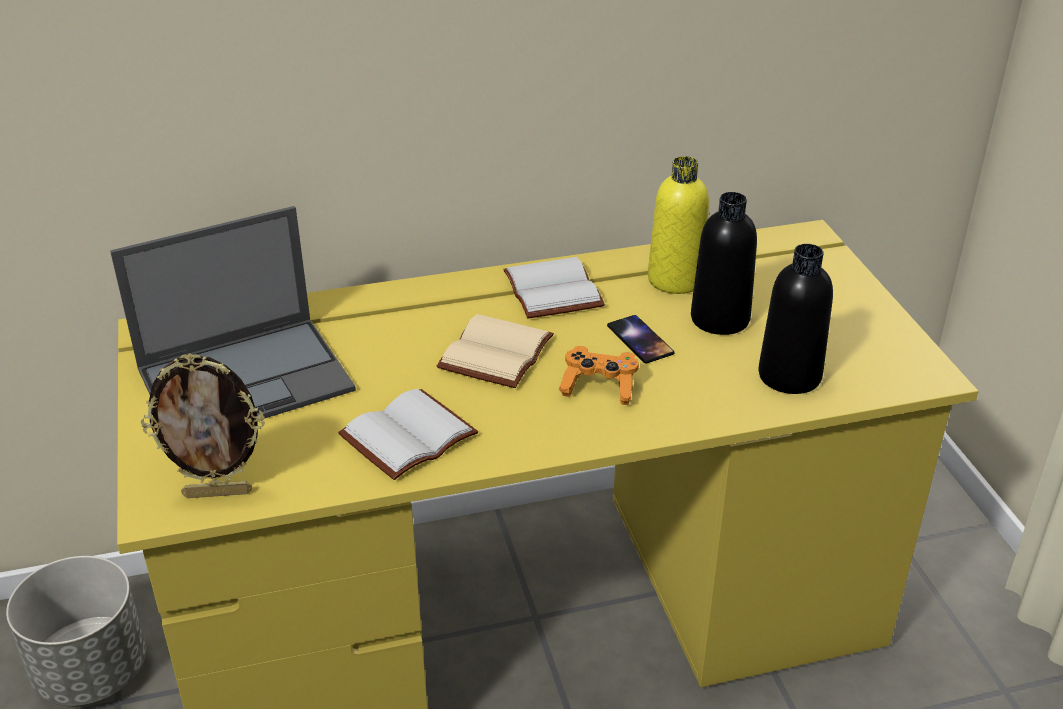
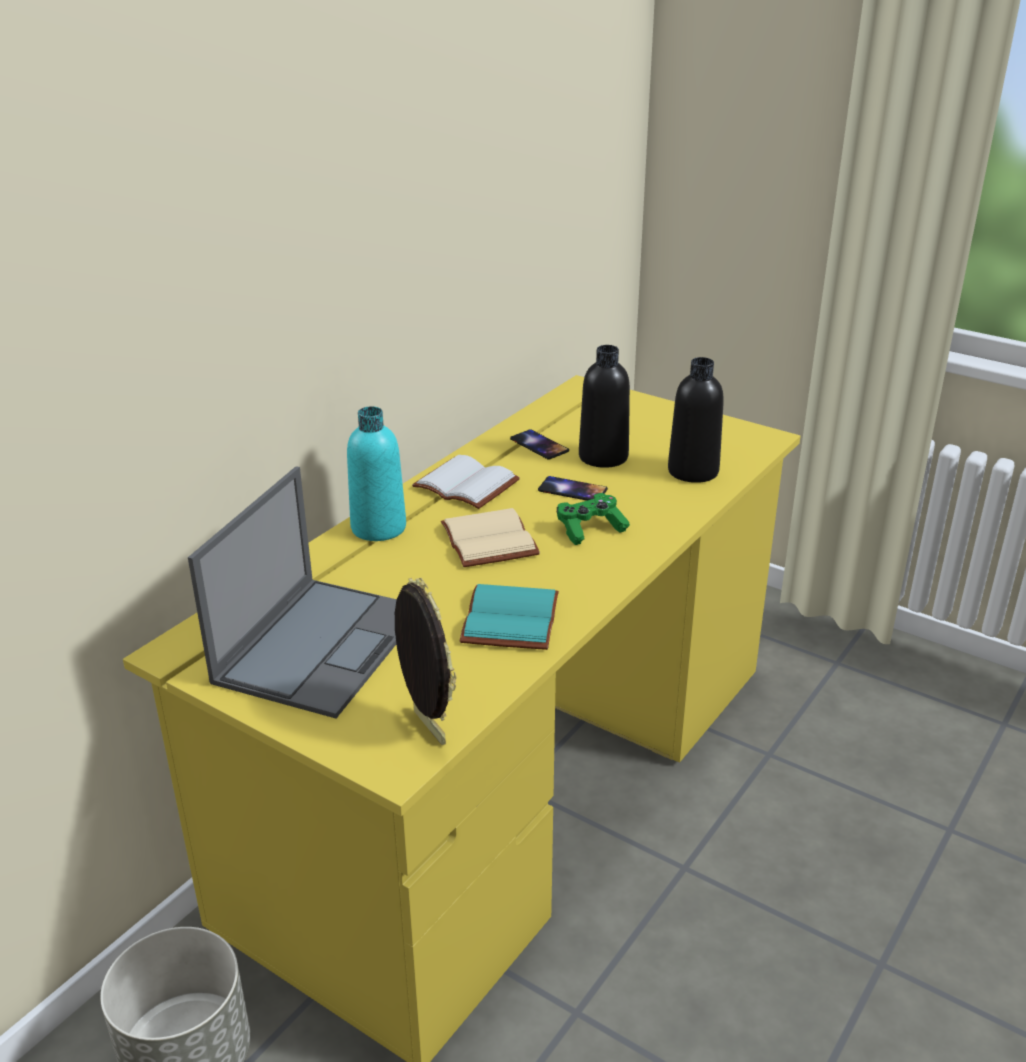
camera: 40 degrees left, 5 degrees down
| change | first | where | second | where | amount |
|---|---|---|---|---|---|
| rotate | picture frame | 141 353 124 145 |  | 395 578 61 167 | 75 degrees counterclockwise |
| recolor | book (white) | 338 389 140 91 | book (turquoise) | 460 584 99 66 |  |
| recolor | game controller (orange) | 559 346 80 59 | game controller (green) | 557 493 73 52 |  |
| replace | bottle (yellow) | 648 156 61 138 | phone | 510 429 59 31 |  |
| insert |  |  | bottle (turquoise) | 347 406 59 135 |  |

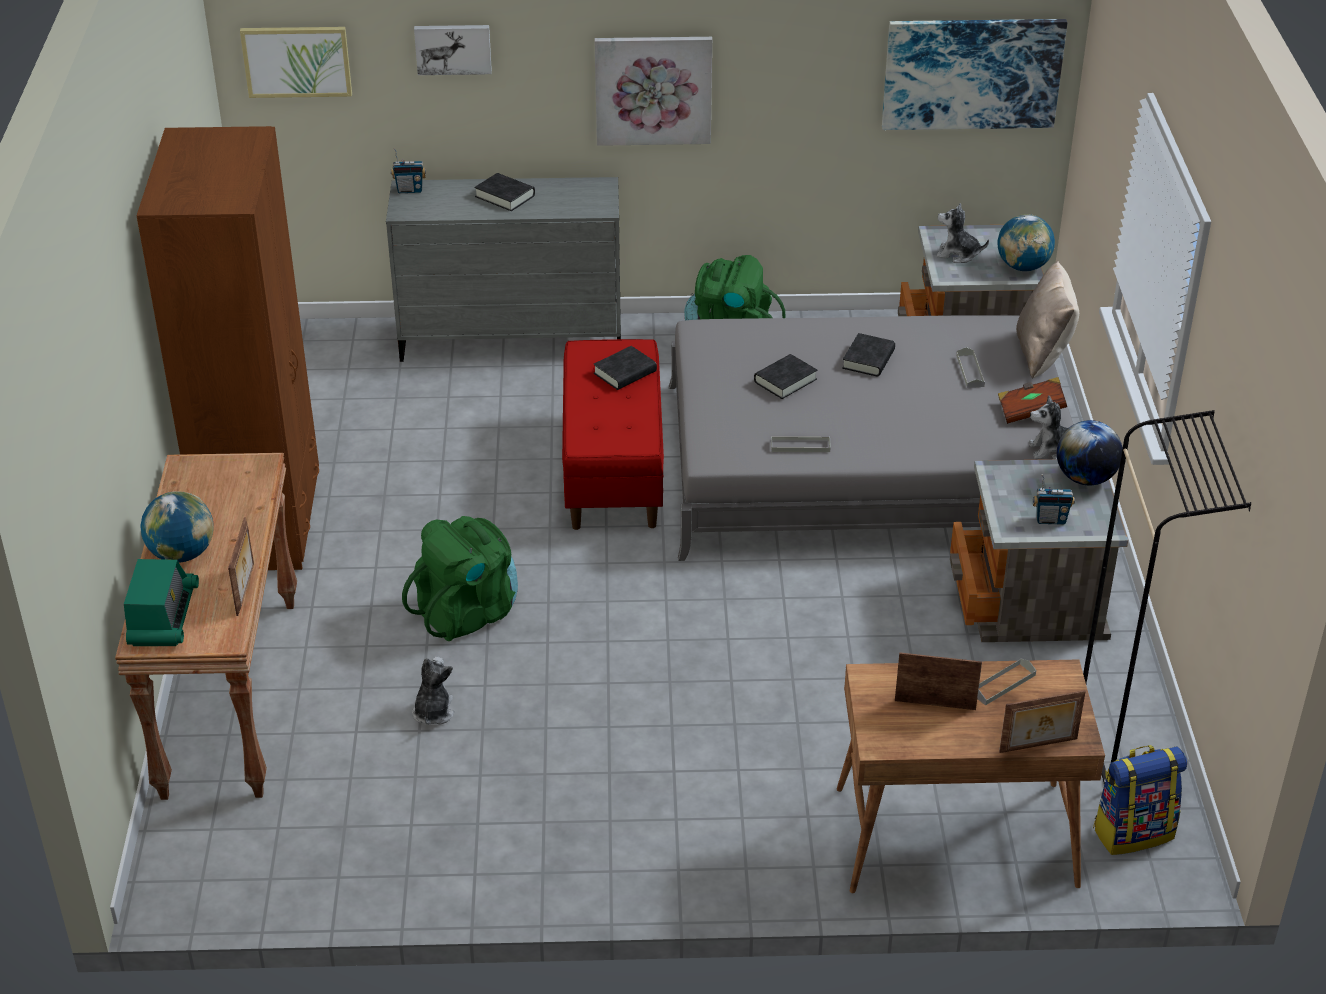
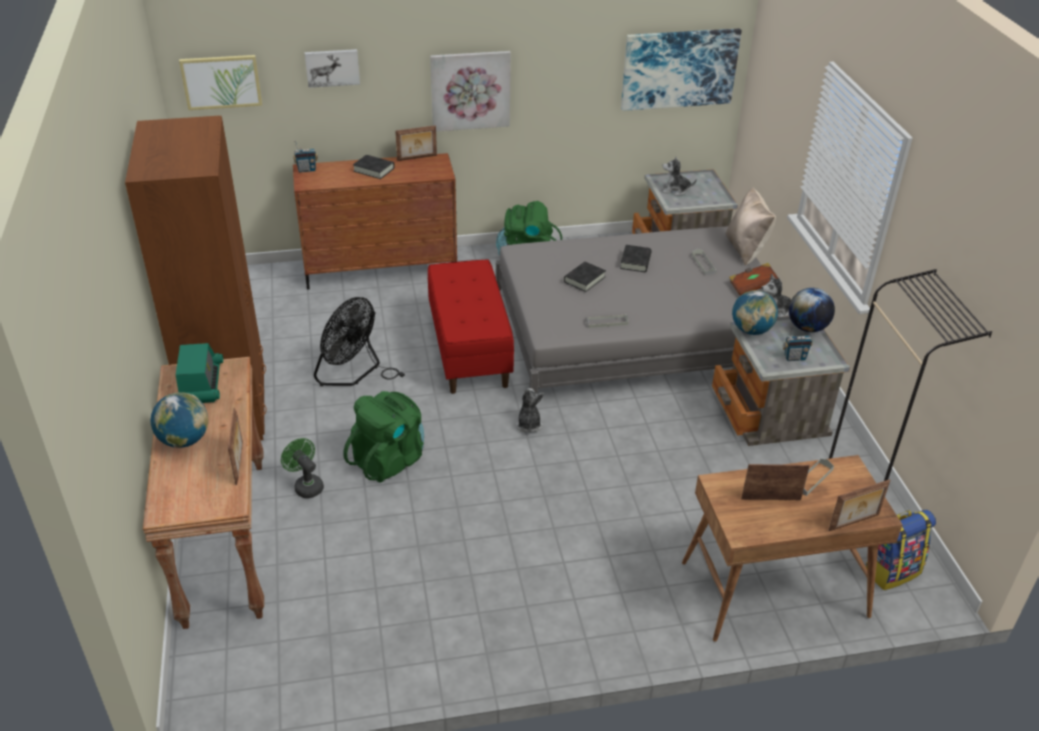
camera: 10 degrees left, 0 degrees up
| change | first | where | second | where | amount |
|---|---|---|---|---|---|
| move | radio | 124 559 75 87 |  | 176 343 47 60 |  |
| recolor | dresser (grey) | 386 177 235 185 | dresser (brown) | 293 153 164 137 |  |
| move | plush toy | 412 657 42 68 |  | 515 388 29 44 |  |
| delete | book (black) | 593 346 64 44 |  |  |  |
| move | globe | 998 214 57 57 |  | 732 290 46 45 |  |
| insert |  |  | fan (green) | 281 438 43 60 |  |
| insert |  |  | fan (black) | 314 297 91 89 |  |
| insert |  |  | picture frame | 395 125 42 36 |  |

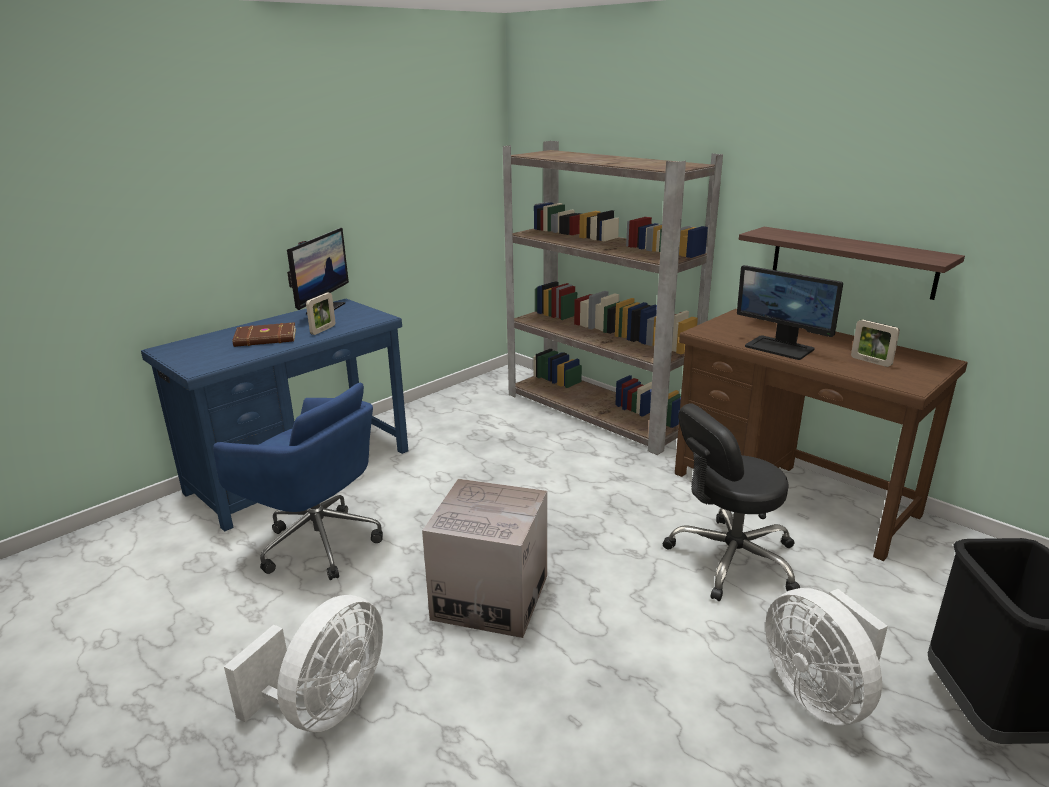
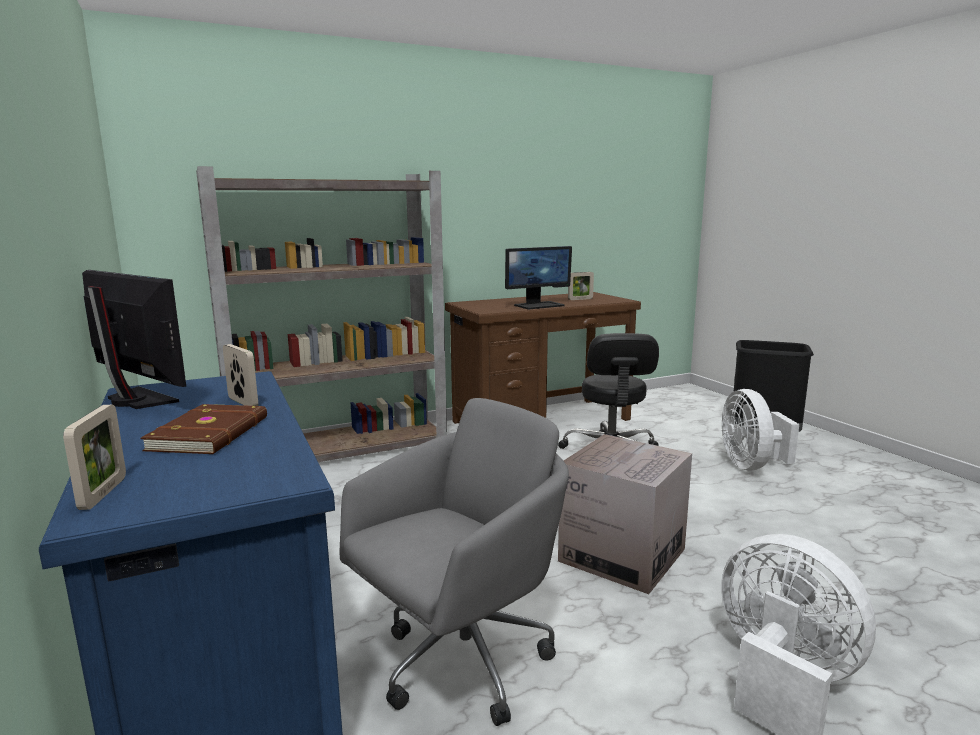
camera: 70 degrees left, 10 degrees down
| change | first | where | second | where | amount |
|---|---|---|---|---|---|
| recolor | office chair (blue) | 213 383 170 197 | office chair (grey) | 340 398 229 328 |  |
| delete | shelf | 739 227 226 73 |  |  |  |
| rotate | fan (white) | 765 588 123 137 |  | 722 389 77 82 | 90 degrees clockwise |
| insert |  |  | picture frame | 63 405 63 105 |  |

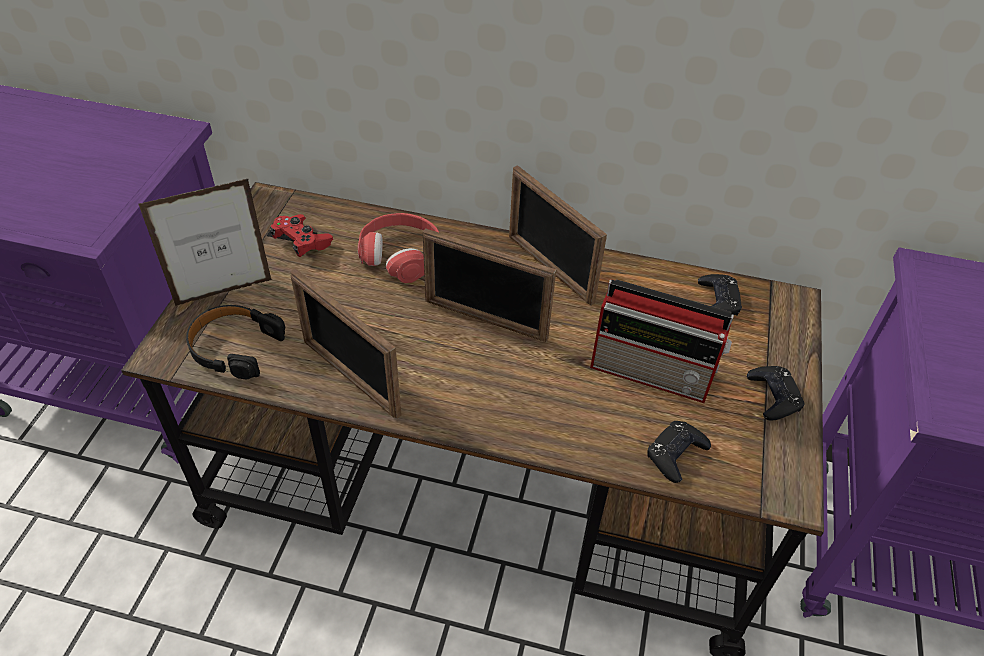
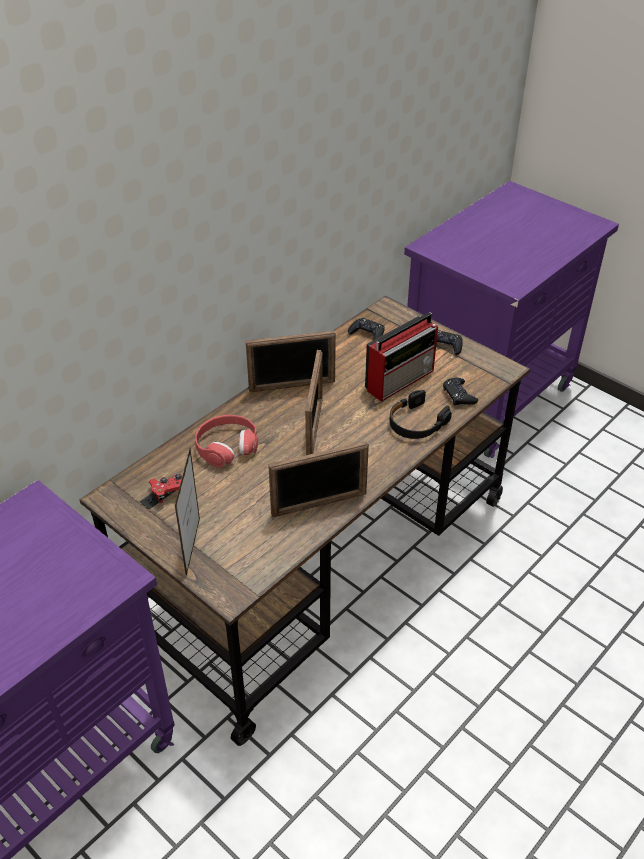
camera: 60 degrees left, 5 degrees down
| change | first | where | second | where | amount |
|---|---|---|---|---|---|
| move | headphones (black) | 186 305 99 74 |  | 389 390 63 49 |  |
| rotate | picture frame | 423 228 134 114 |  | 305 350 18 105 | 45 degrees counterclockwise |

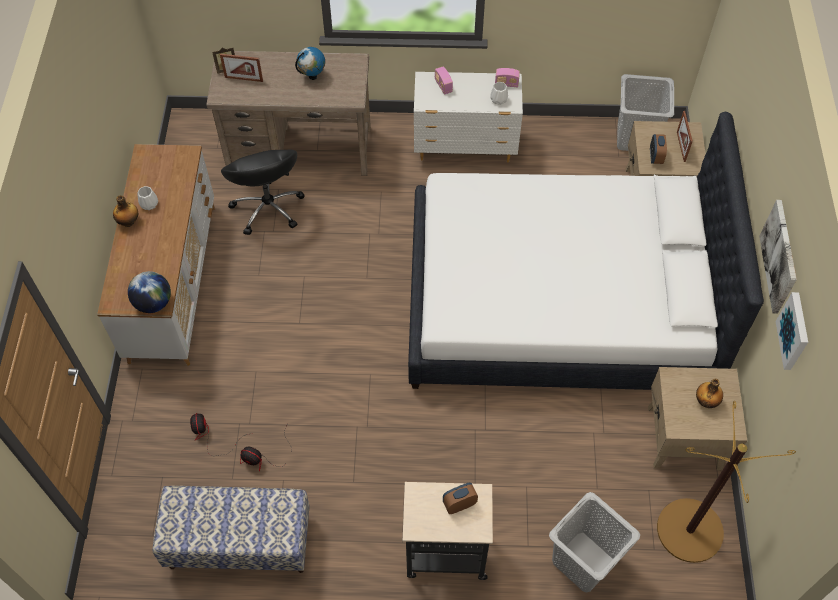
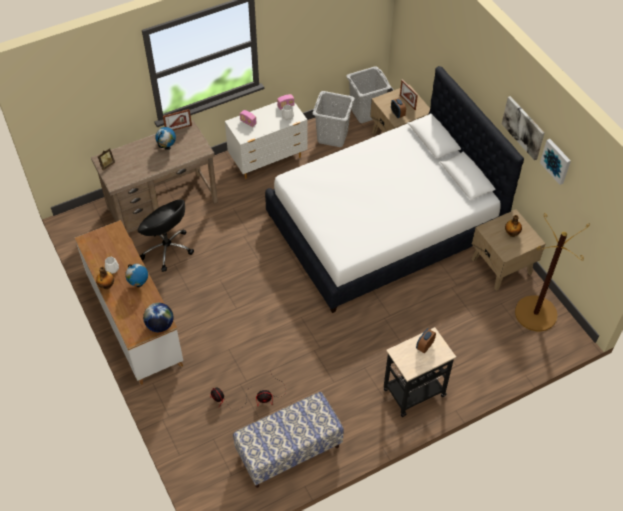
camera: 30 degrees left, 5 degrees down
| change | first | where | second | where | amount |
|---|---|---|---|---|---|
| move | picture frame | 220 54 43 28 |  | 163 109 29 22 |  |
| move | laundry basket (grey) | 549 492 91 100 |  | 313 91 42 56 |  |
| insert |  |  | globe | 125 264 23 23 |  |

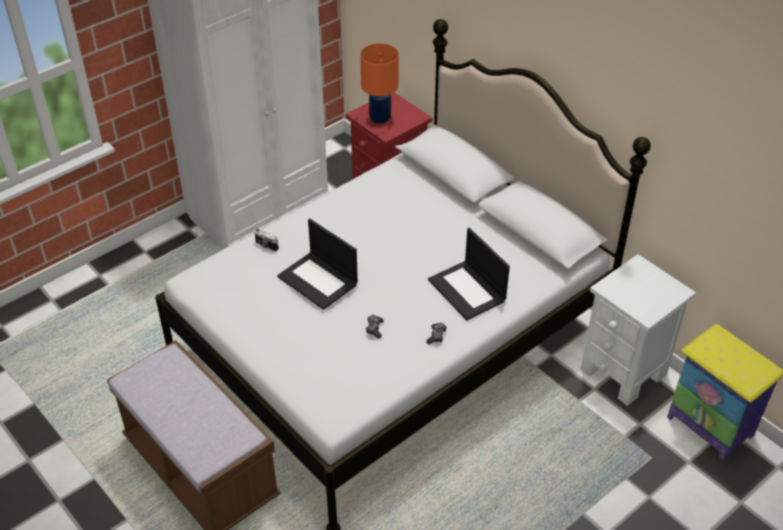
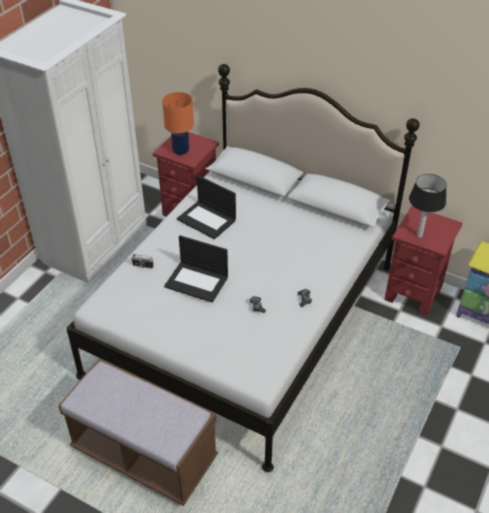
camera: 20 degrees left, 0 degrees up
| change | first | where | second | where | amount |
|---|---|---|---|---|---|
| move | laptop | 428 228 82 92 |  | 177 175 59 64 |  |
| recolor | nightstand (white) | 580 254 116 152 | nightstand (red) | 384 206 78 110 |  |
| insert |  |  | table lamp | 409 174 38 64 |  |

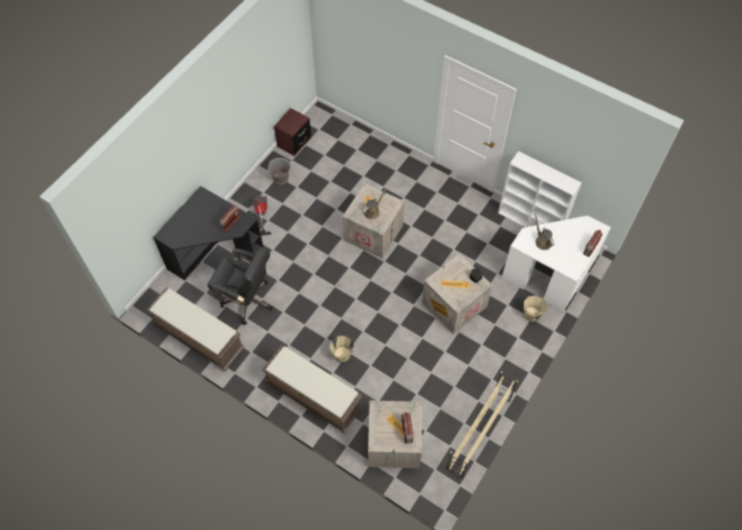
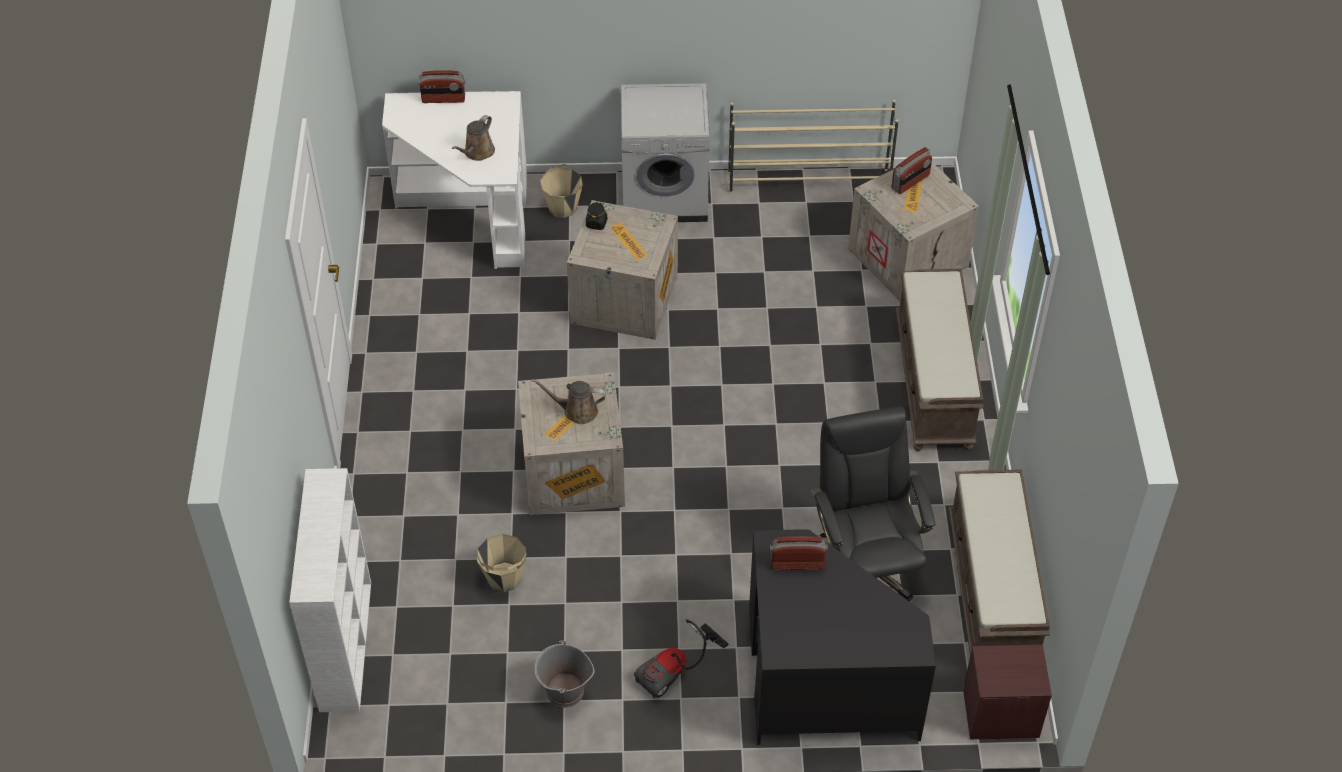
camera: 125 degrees left, 10 degrees down
| change | first | where | second | where | amount |
|---|---|---|---|---|---|
| move | nightstand (brown) | 274 108 37 48 |  | 963 645 89 94 |  |
| move | bucket (beige) | 329 335 25 27 |  | 477 534 49 58 |  |
| move | bookcase (white) | 498 151 84 76 |  | 289 468 82 244 |  |
| insert |  |  | washing machine (white) | 621 83 89 139 |  |

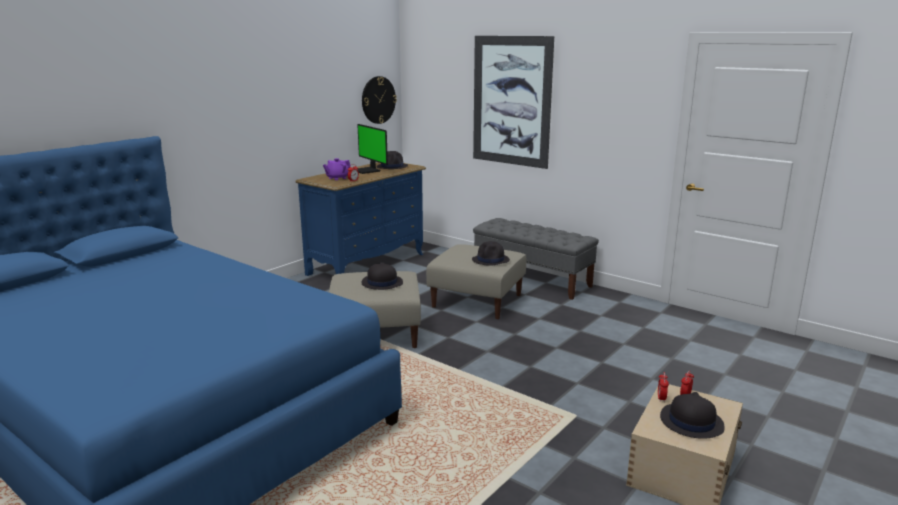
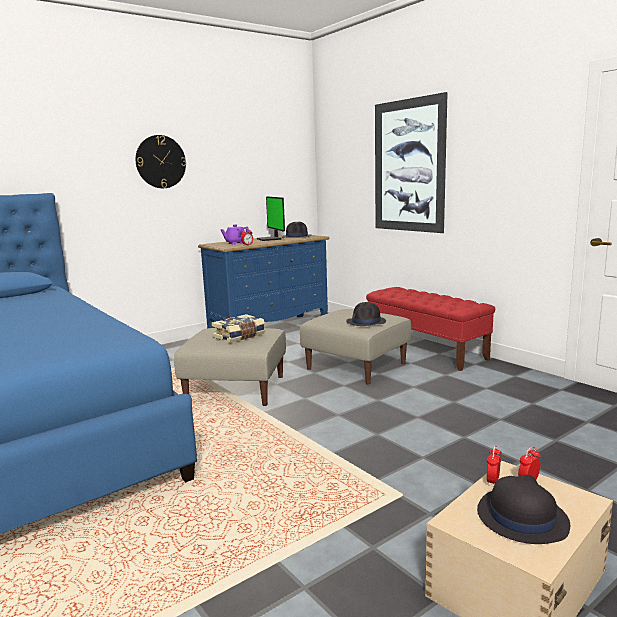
camera: 15 degrees right, 5 degrees down
| change | first | where | second | where | amount |
|---|---|---|---|---|---|
| replace | hat (black) | 361 262 42 28 | book | 212 314 53 29 |  |
| move | wall clock | 362 76 35 48 |  | 136 135 50 53 |  |
| recolor | bench (grey) | 473 218 126 82 | bench (red) | 366 287 129 84 |  |

